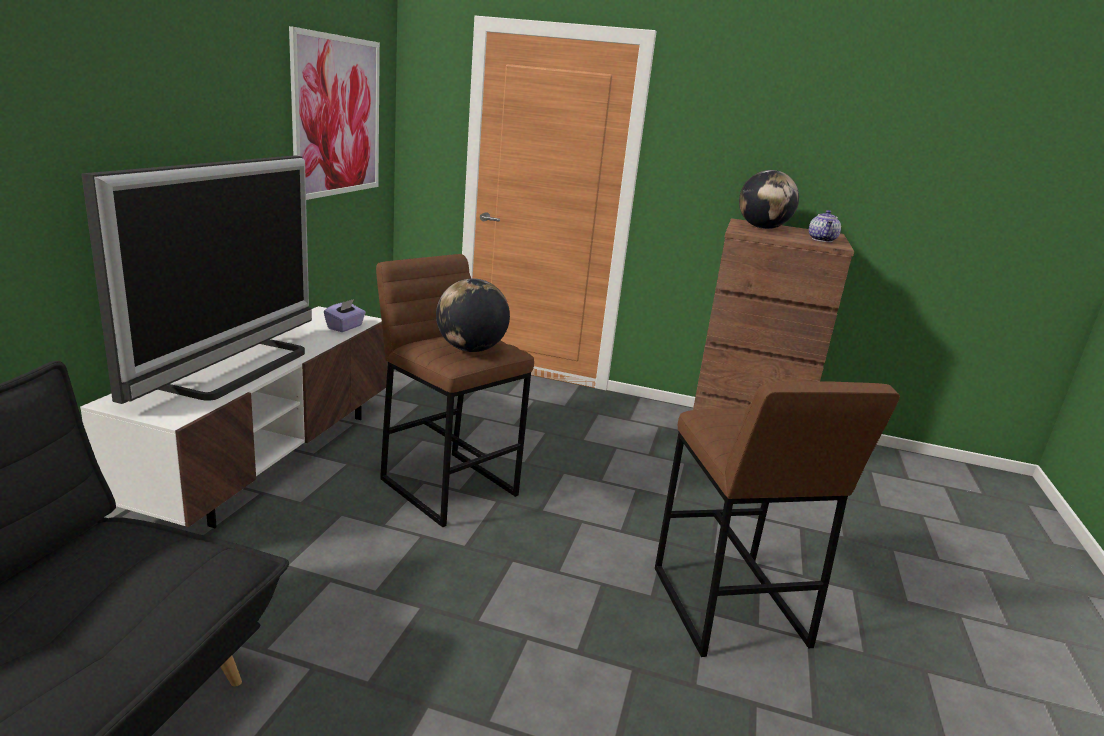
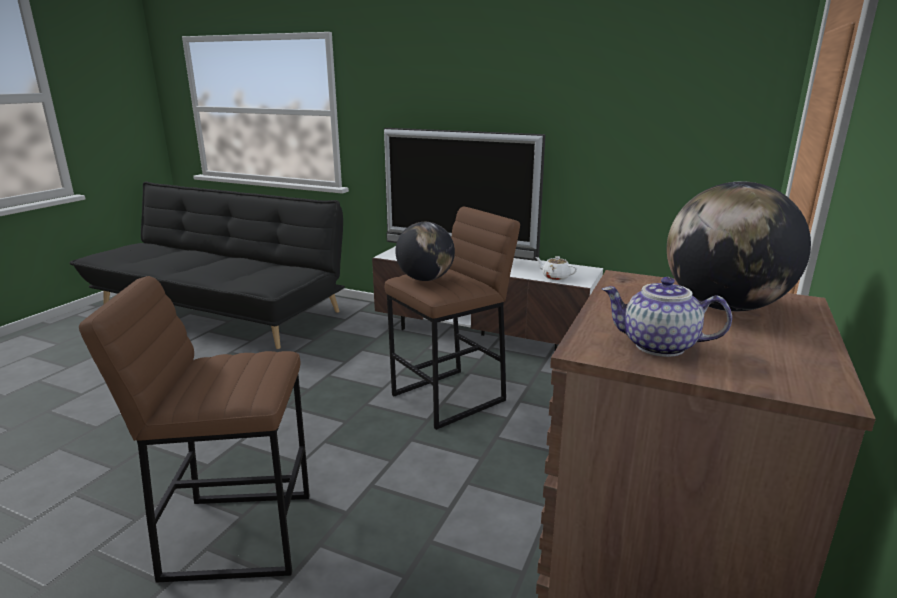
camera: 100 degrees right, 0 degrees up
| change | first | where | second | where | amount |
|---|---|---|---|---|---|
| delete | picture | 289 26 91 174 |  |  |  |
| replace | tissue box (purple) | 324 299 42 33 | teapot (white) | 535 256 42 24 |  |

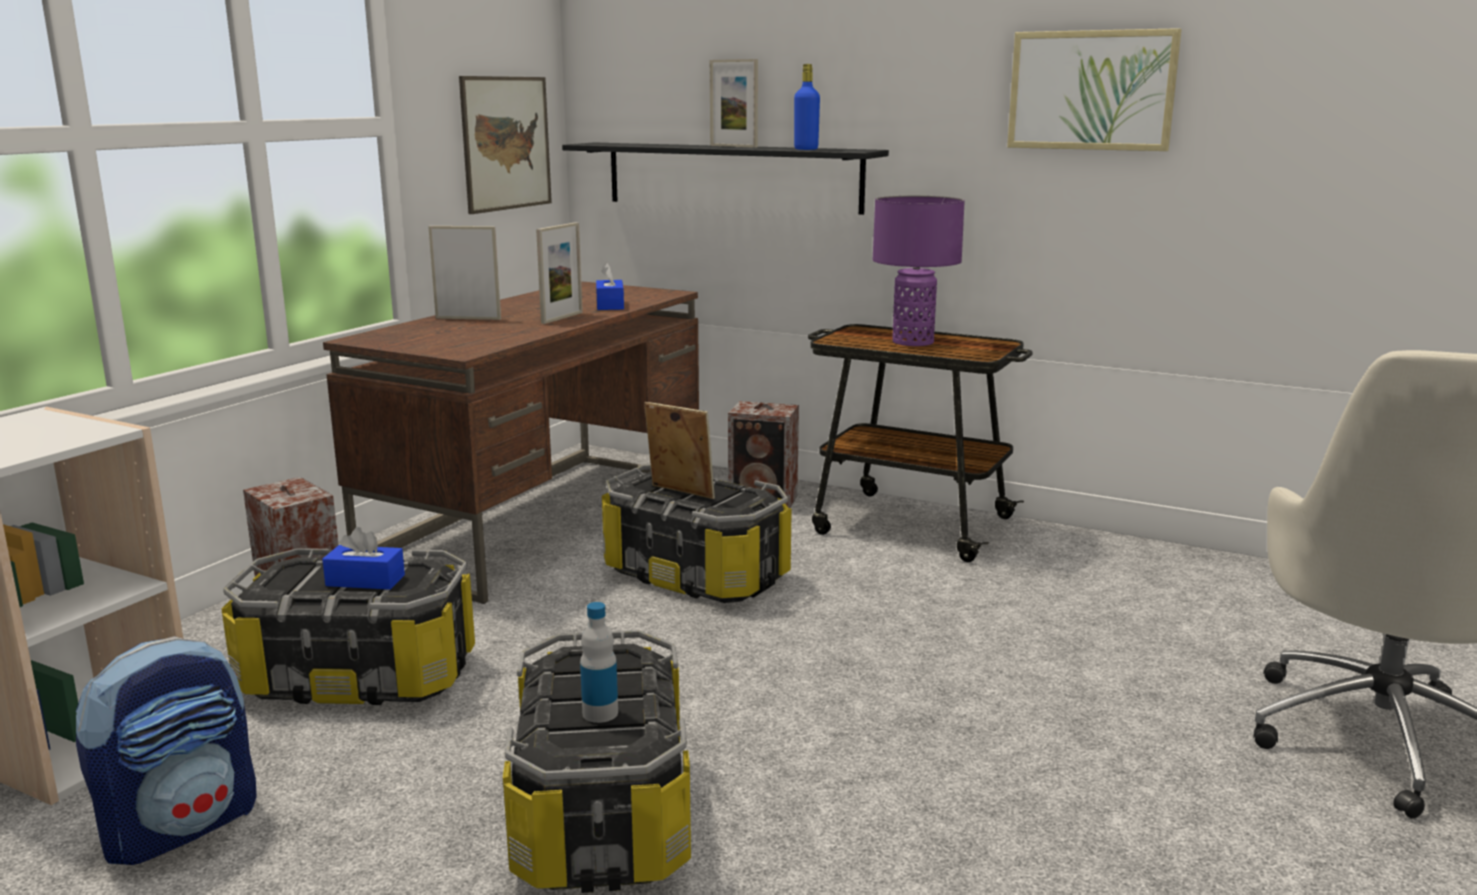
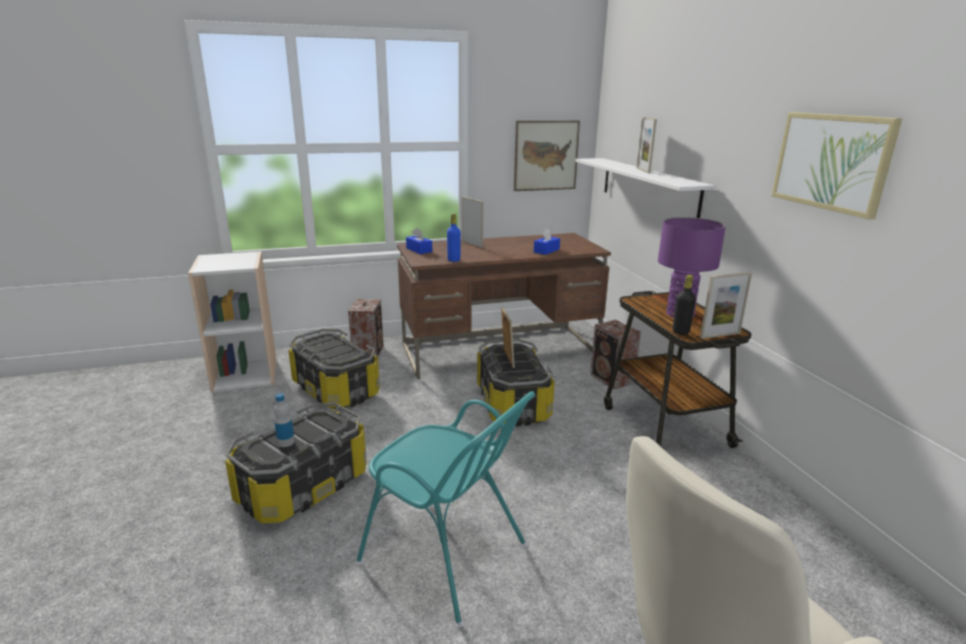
camera: 45 degrees right, 5 degrees up
| change | first | where | second | where | amount |
|---|---|---|---|---|---|
| delete | backpack | 76 636 181 229 |  |  |  |
| move | tissue box (blue) | 322 527 83 63 |  | 406 228 26 26 |  |
| move | picture frame | 536 222 47 102 |  | 700 272 52 67 |  |
| recolor | shelf (black) | 562 142 327 73 | shelf (white) | 575 158 140 60 |  |
| move | bottle (blue) | 794 64 26 86 |  | 447 214 14 48 |  |
| insert |  |  | chair (turquoise) | 355 391 180 237 |  |
| insert |  |  | bottle (black) | 673 275 23 60 |  |

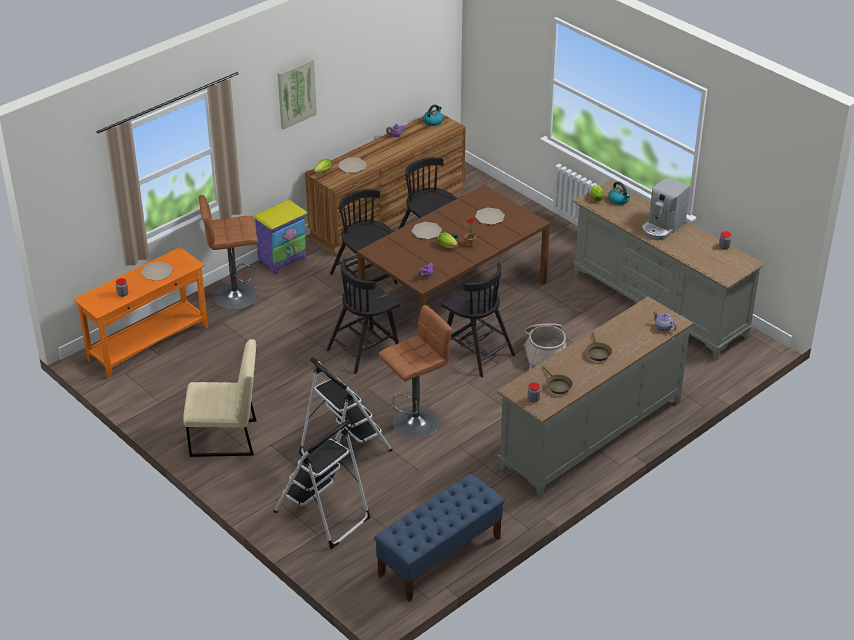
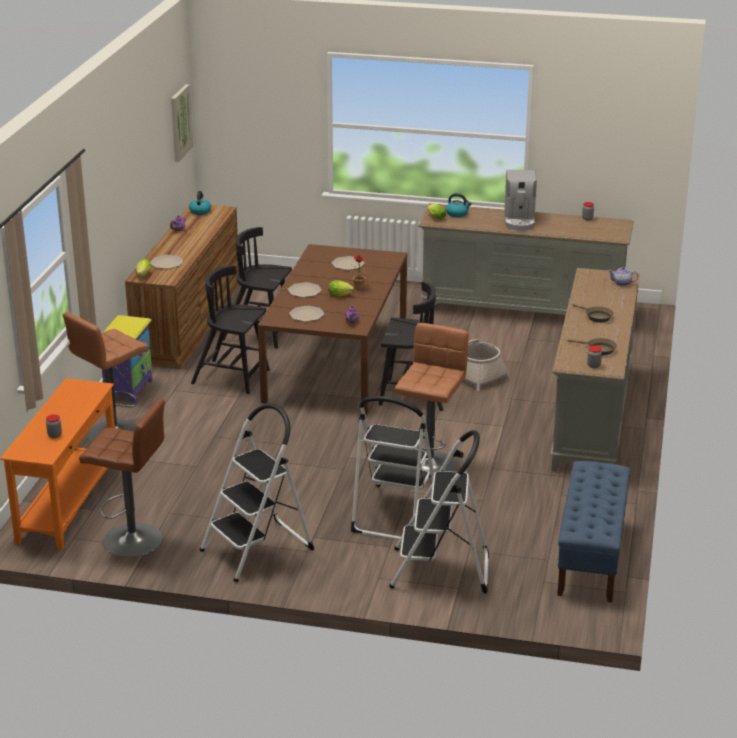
camera: 35 degrees left, 10 degrees down
| change | first | where | second | where | amount |
|---|---|---|---|---|---|
| move | plate | 141 262 32 19 |  | 289 306 36 16 |  |
| replace | chair (beige) | 183 339 73 118 | step ladder | 200 404 114 178 |  |
| move | picture | 278 58 39 72 |  | 171 84 22 78 |  |
| delete | chair (black) | 327 258 73 116 |  |  |  |
| insert |  |  | stool (brown) | 79 399 86 158 |  |

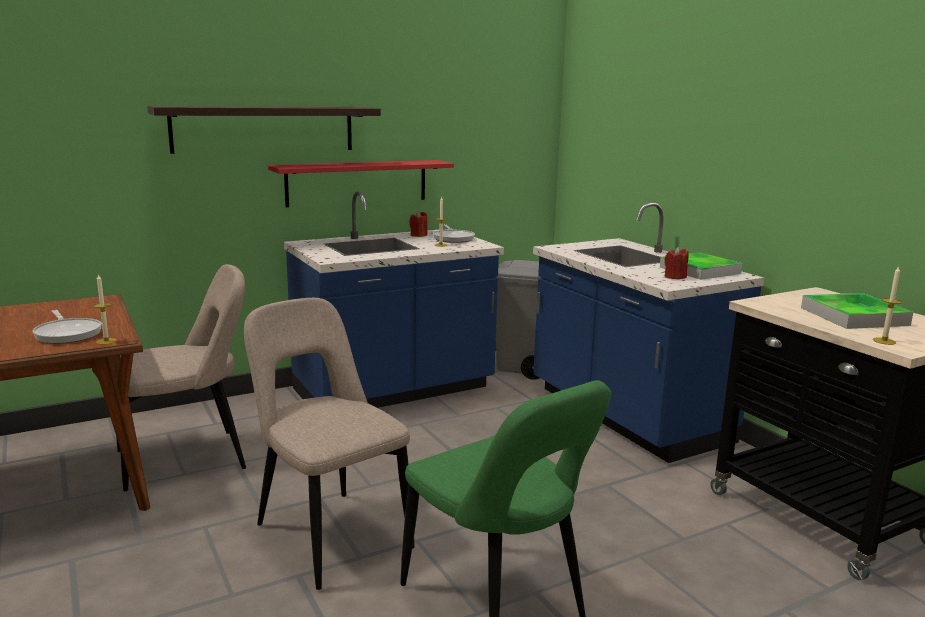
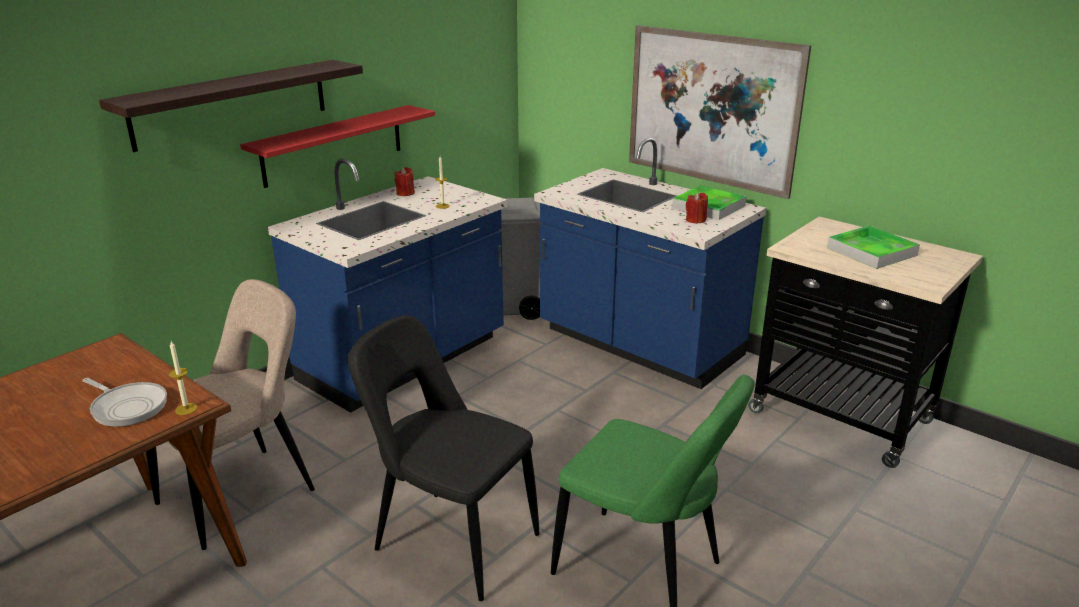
camera: 20 degrees left, 10 degrees up
| change | first | where | second | where | amount |
|---|---|---|---|---|---|
| recolor | chair (beige) | 244 298 171 292 | chair (black) | 348 315 192 286 |  |
| delete | frying pan | 433 224 42 19 |  |  |  |
| delete | candle | 873 266 29 79 |  |  |  |
| insert |  |  | picture | 629 25 182 174 |  |

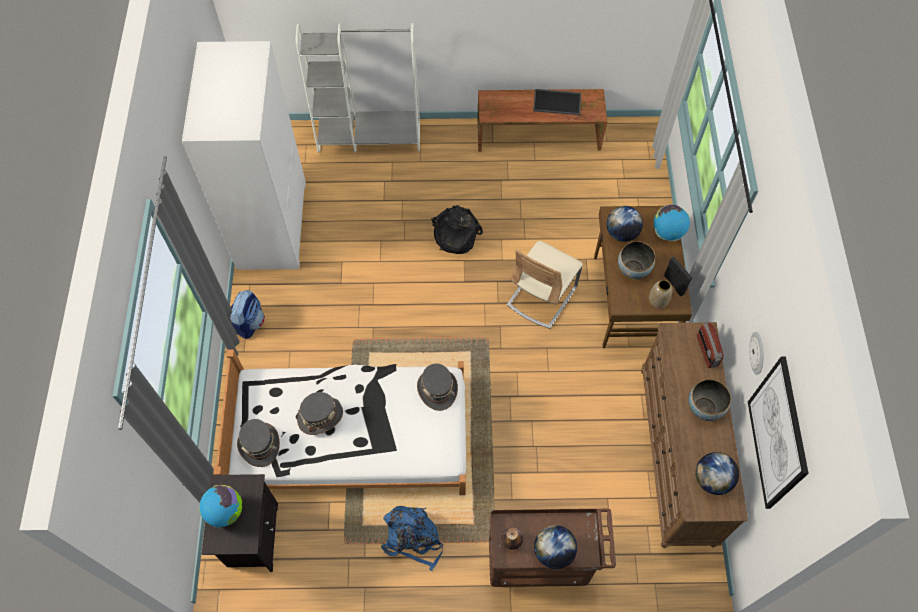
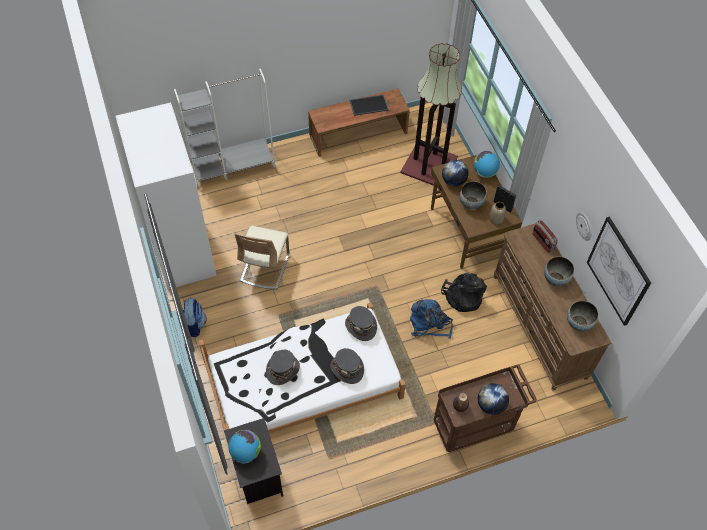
camera: 20 degrees left, 5 degrees down
| change | first | where | second | where | amount |
|---|---|---|---|---|---|
| move | hat (grey) | 237 419 43 48 |  | 331 348 33 36 |  |
| move | backpack (blue) | 381 506 62 65 |  | 410 299 43 40 |  |
| move | backpack (black) | 432 205 51 49 |  | 441 273 46 39 |  |
| move | chair (beige) | 507 241 76 88 |  | 235 226 54 63 |  |
| replace | globe | 695 452 44 43 | bowl | 567 301 32 30 |  |
| insert |  |  | floor lamp | 400 43 62 143 |  |

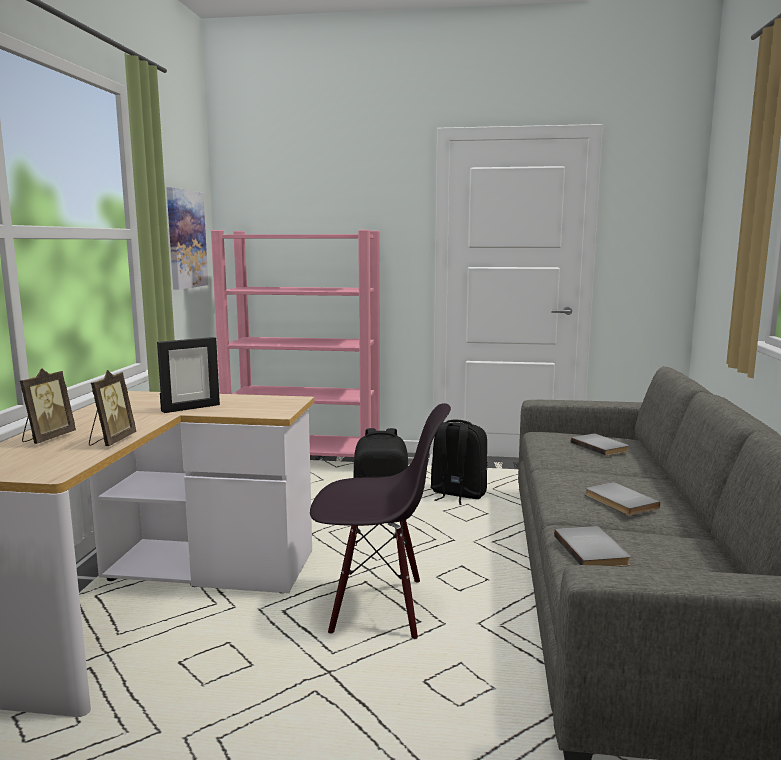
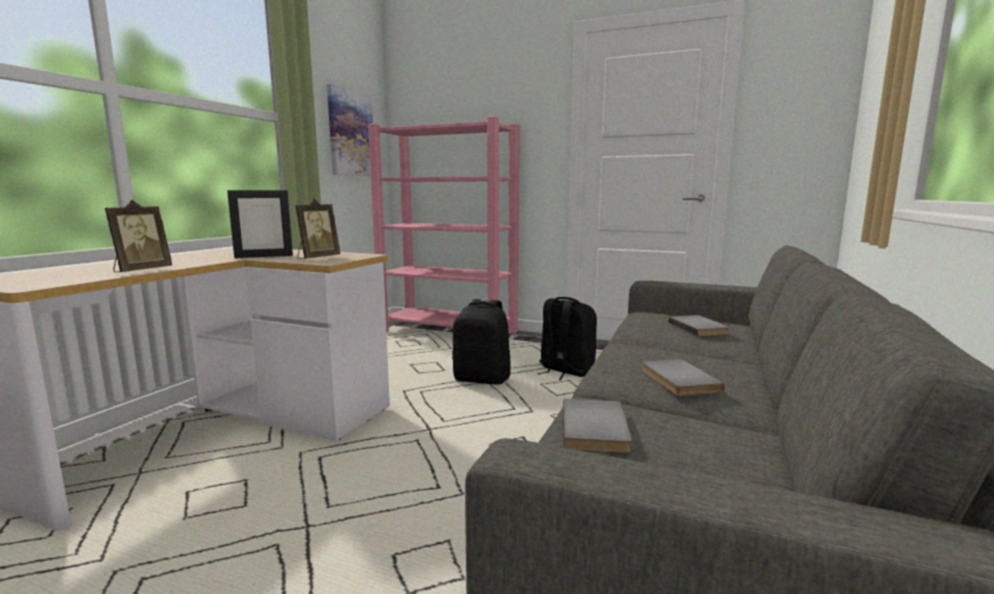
camera: 15 degrees right, 0 degrees up
| change | first | where | second | where | amount |
|---|---|---|---|---|---|
| move | picture frame | 20 368 56 76 |  | 295 199 45 60 |  |
| delete | chair (black) | 310 403 141 236 |  |  |  |

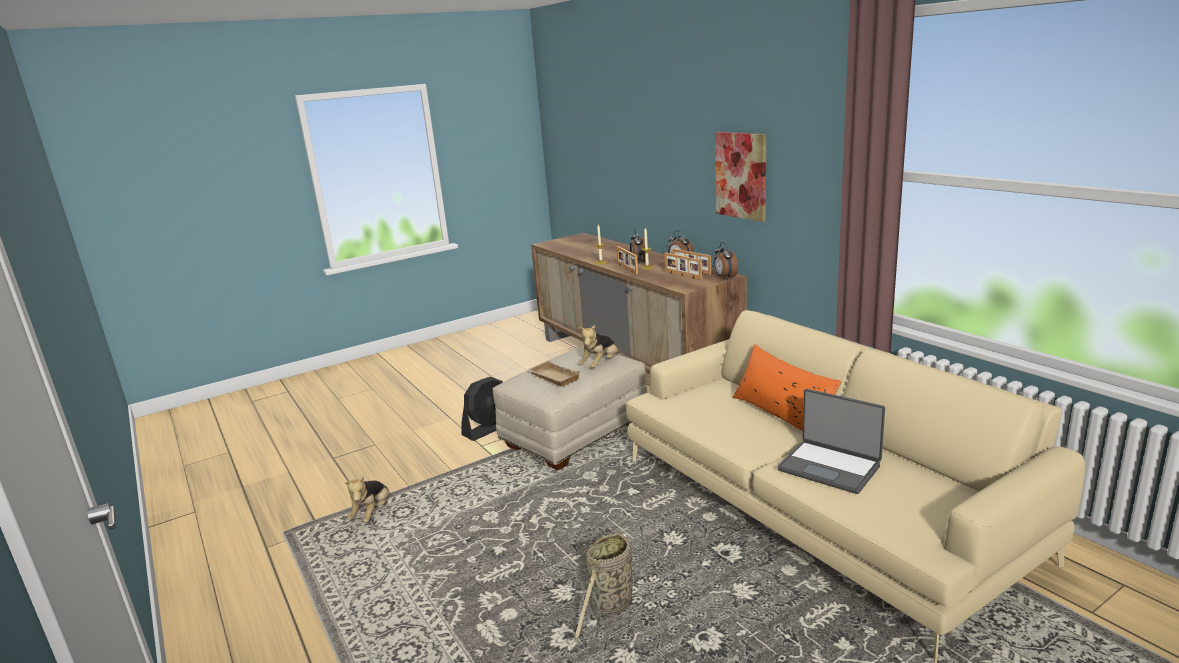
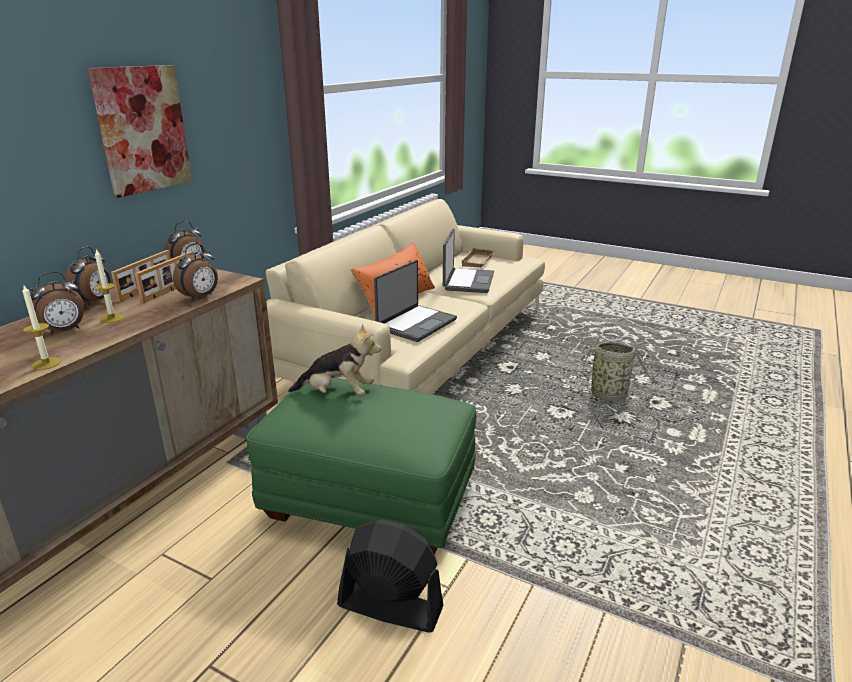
camera: 120 degrees left, 5 degrees up
| change | first | where | second | where | amount |
|---|---|---|---|---|---|
| delete | plush toy | 345 476 44 47 |  |  |  |
| recolor | ottoman (beige) | 492 346 155 124 | ottoman (green) | 247 378 229 176 |  |
| move | tray (beige) | 528 361 52 25 |  | 461 247 34 21 |  |
| delete | picture frame | 616 246 22 29 |  |  |  |
| insert |  |  | alarm clock | 173 243 45 58 |  |
| insert |  |  | laptop | 374 260 83 82 |  |

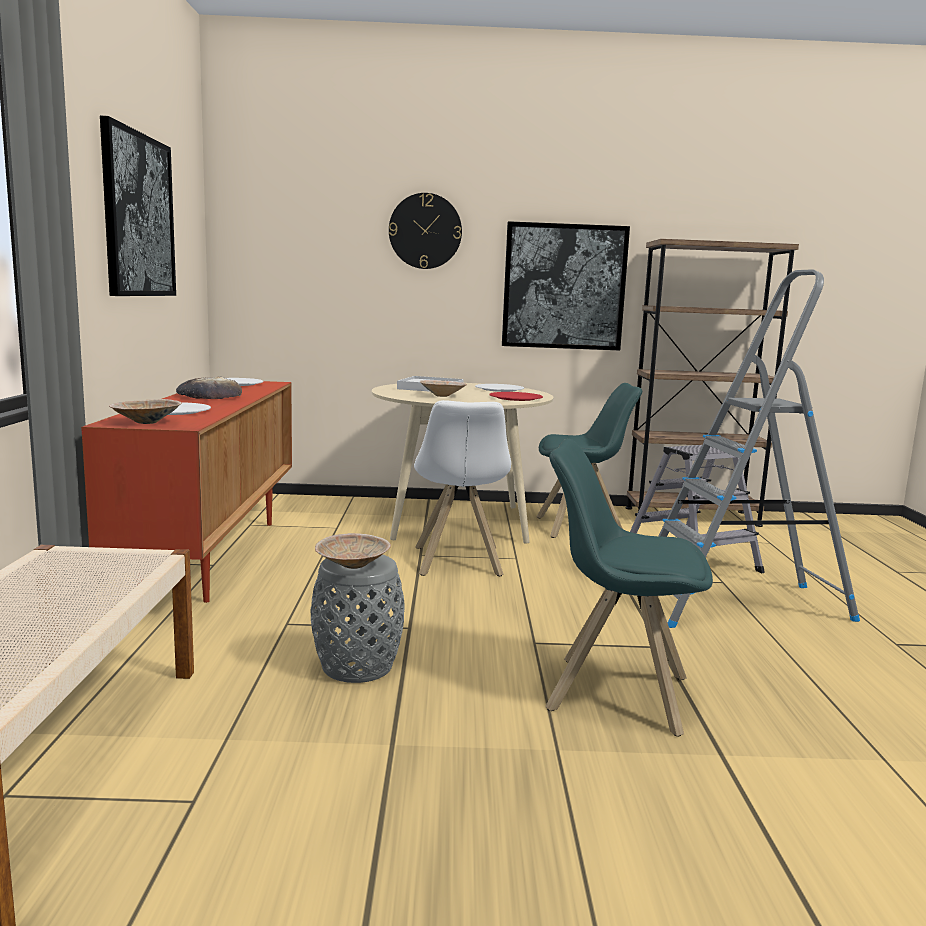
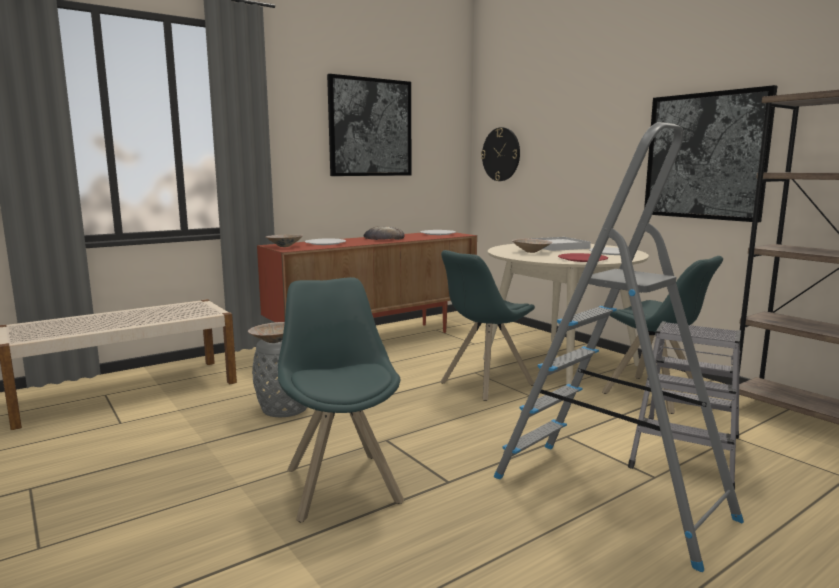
camera: 55 degrees right, 0 degrees up
| change | first | where | second | where | amount |
|---|---|---|---|---|---|
| move | wall clock | 389 193 73 76 |  | 481 127 39 54 |  |
| recolor | chair (white) | 414 400 97 176 | chair (turquoise) | 441 250 94 151 |  |

